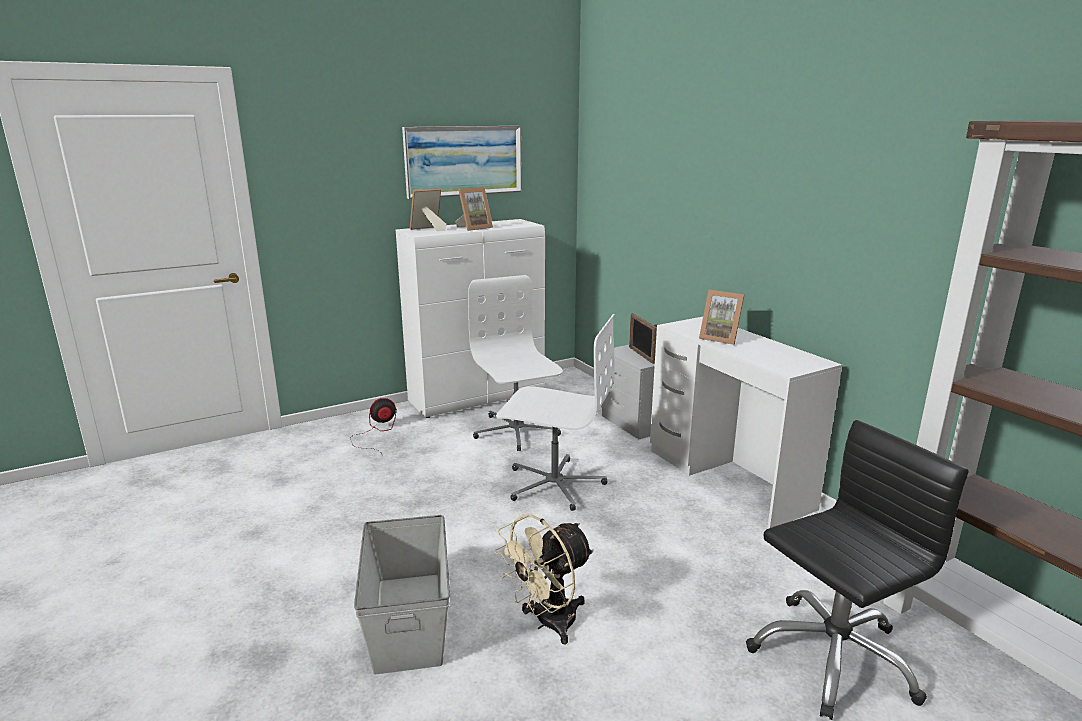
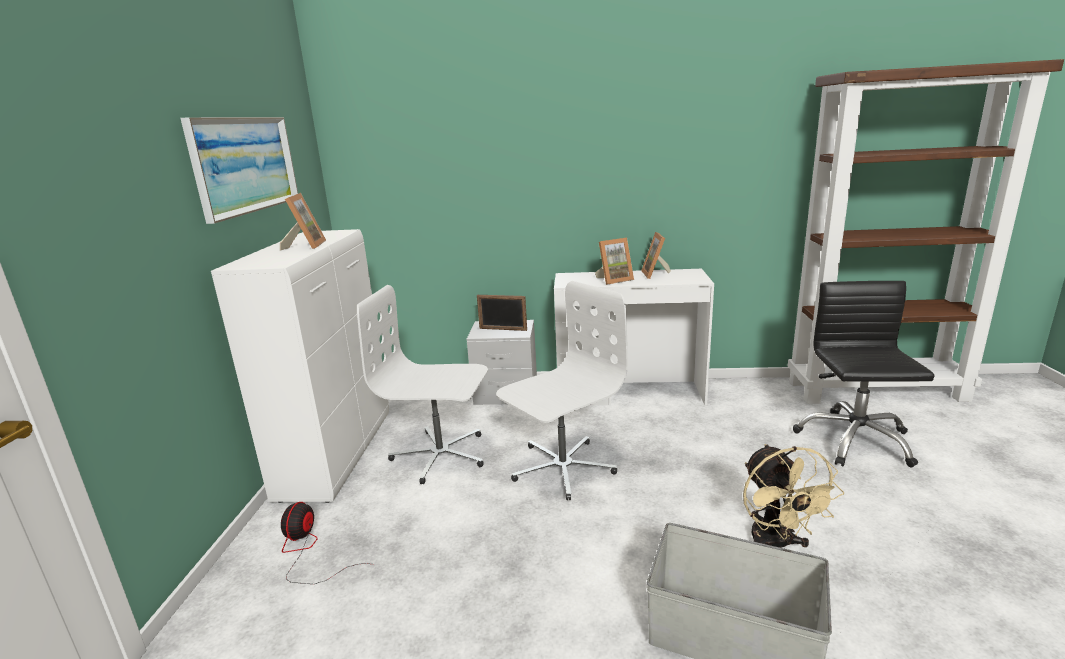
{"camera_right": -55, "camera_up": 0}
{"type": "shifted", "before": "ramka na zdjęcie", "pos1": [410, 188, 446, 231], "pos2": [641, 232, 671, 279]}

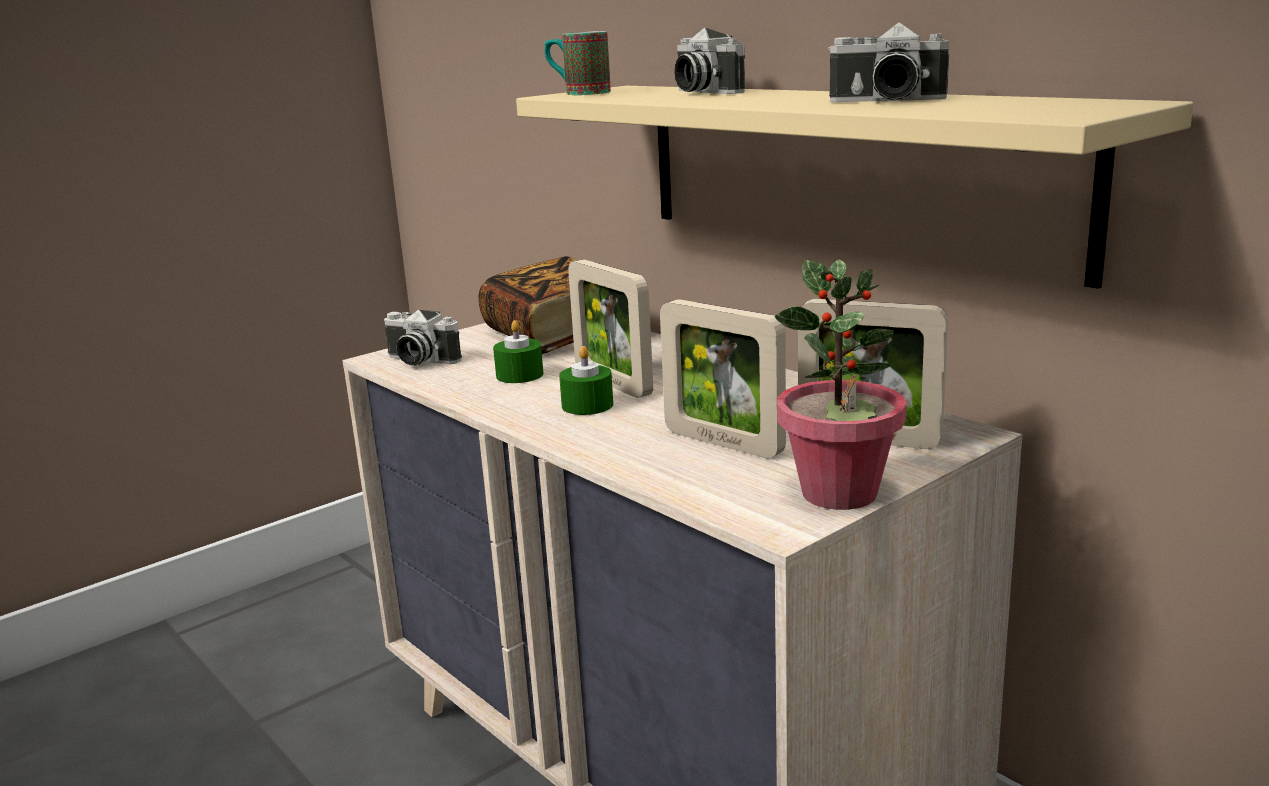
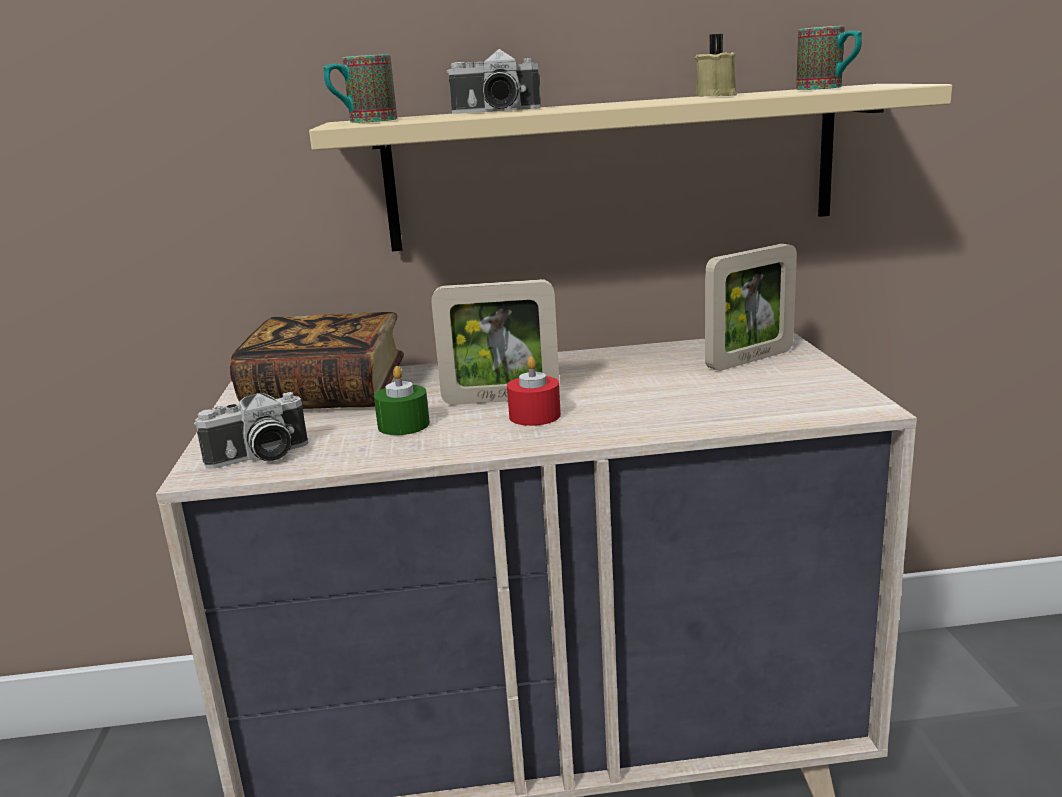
{"camera_right": -55, "camera_up": 0}
{"type": "repainted", "before": "świeca [zielony]", "after": "świeca [czerwony]", "pos1": [559, 346, 613, 415], "pos2": [507, 357, 561, 426]}
{"type": "gone", "before": "ramka na zdjęcie", "pos1": [660, 299, 786, 459]}
{"type": "gone", "before": "roślina doniczkowa", "pos1": [775, 259, 906, 510]}
{"type": "swapped", "before": "aparat fotograficzny", "after": "świeca [beżowy]", "pos1": [828, 22, 949, 102], "pos2": [695, 34, 737, 97]}
{"type": "new", "after": "kubek", "pos2": [796, 26, 862, 90]}

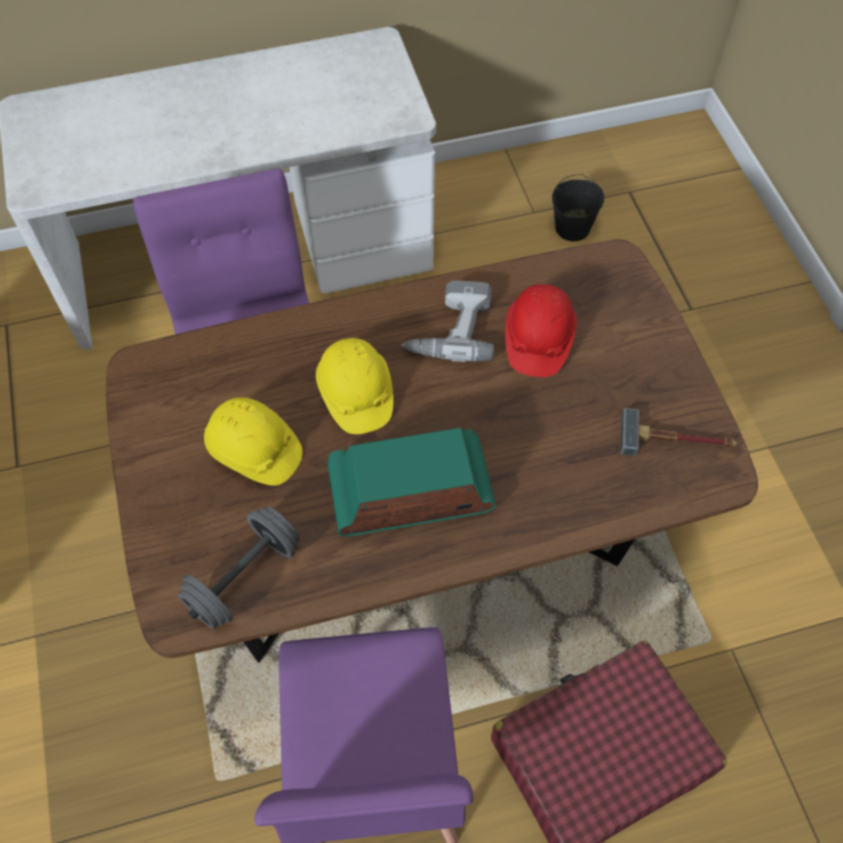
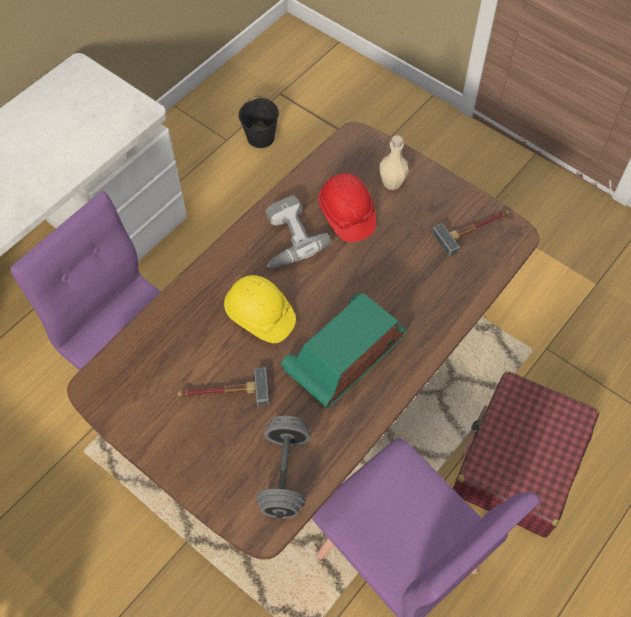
{"camera_right": -35, "camera_up": 0}
{"type": "swapped", "before": "kask [żółty]", "after": "młotek", "pos1": [204, 397, 303, 486], "pos2": [178, 367, 269, 406]}
{"type": "new", "after": "butelka [beżowy]", "pos2": [379, 135, 409, 190]}

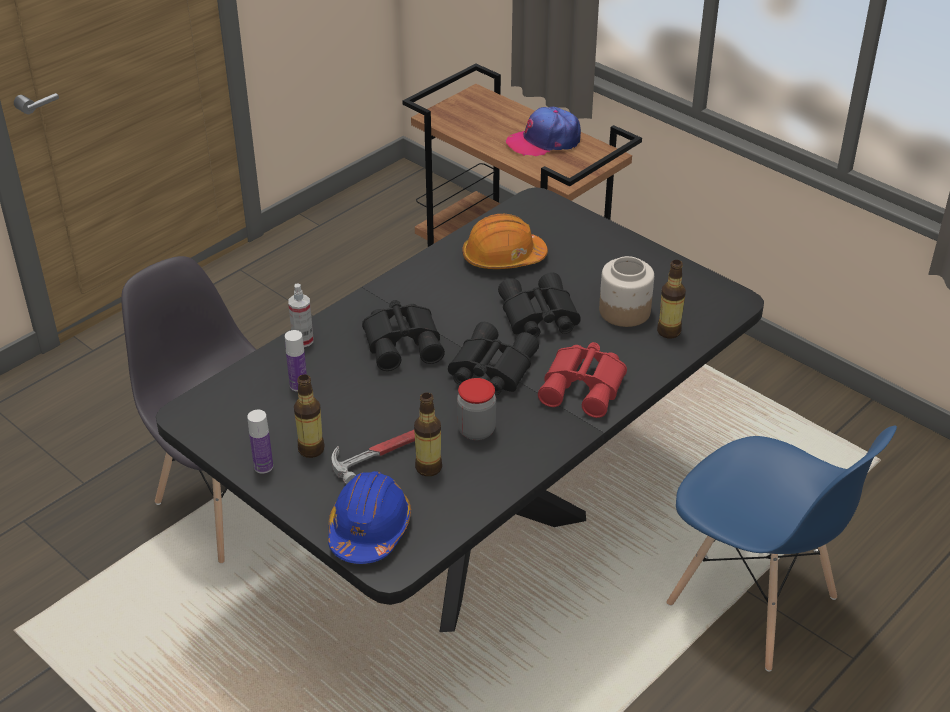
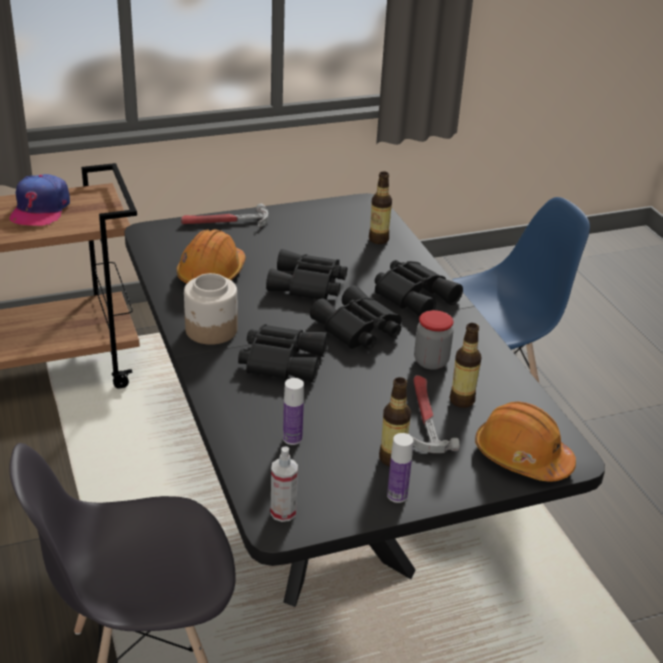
{"camera_right": -65, "camera_up": -5}
{"type": "shifted", "before": "spryskiwacz", "pos1": [288, 283, 314, 347], "pos2": [271, 447, 298, 522]}
{"type": "repainted", "before": "kask [niebieski]", "after": "kask [pomarańczowy]", "pos1": [328, 471, 411, 564], "pos2": [475, 401, 576, 481]}
{"type": "repainted", "before": "lornetka [czerwony]", "after": "lornetka [czarny]", "pos1": [538, 342, 627, 418], "pos2": [375, 260, 463, 317]}
{"type": "shifted", "before": "słoik", "pos1": [599, 256, 654, 327], "pos2": [184, 273, 238, 345]}
{"type": "new", "after": "młotek", "pos2": [181, 204, 268, 228]}

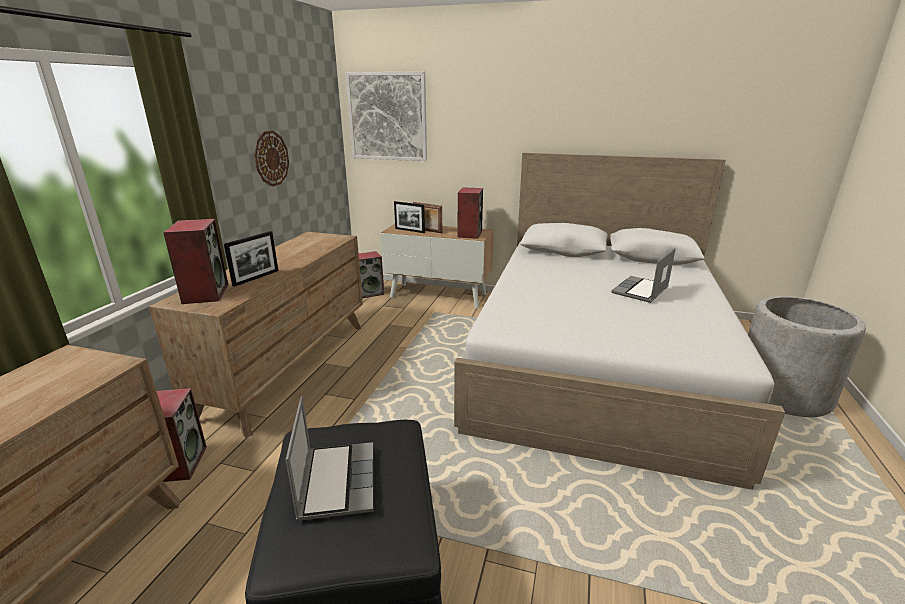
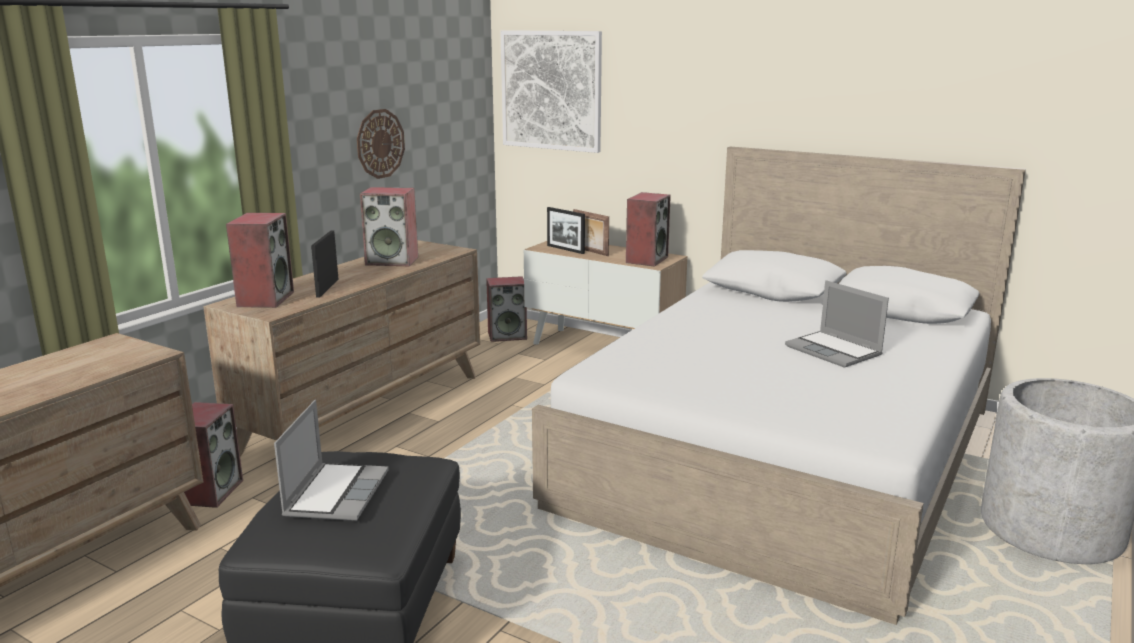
{"camera_right": 15, "camera_up": -5}
{"type": "rotated", "before": "ramka na zdjęcie", "pos1": [224, 231, 278, 287], "pos2": [311, 231, 338, 298], "turn": 135}
{"type": "rotated", "before": "laptop", "pos1": [611, 248, 676, 303], "pos2": [785, 280, 889, 368], "turn": -90}
{"type": "new", "after": "głośnik", "pos2": [360, 187, 418, 266]}

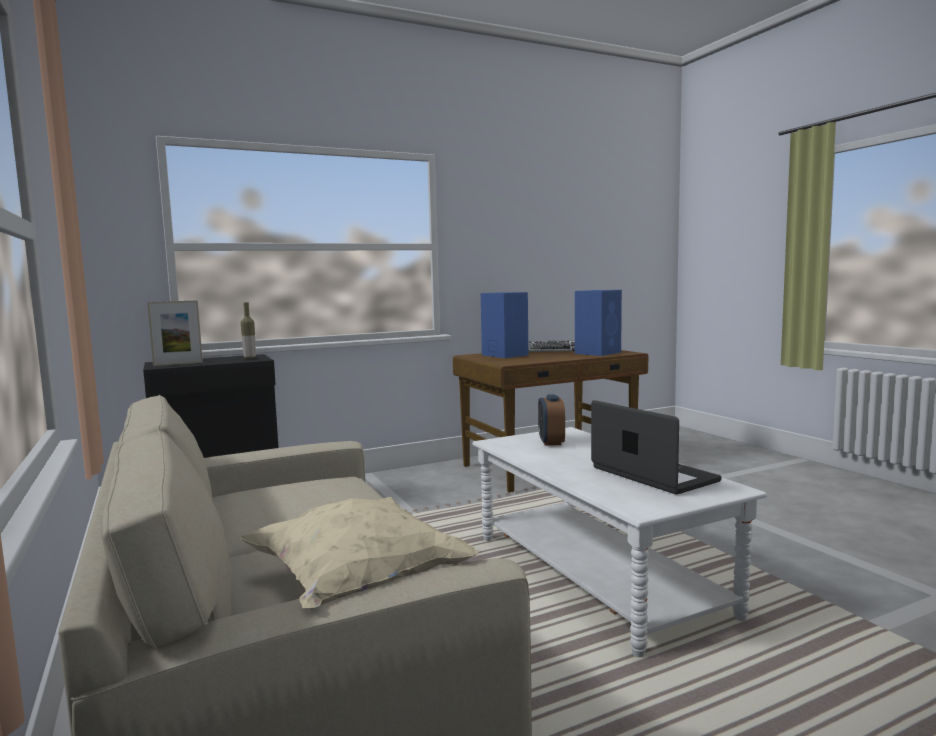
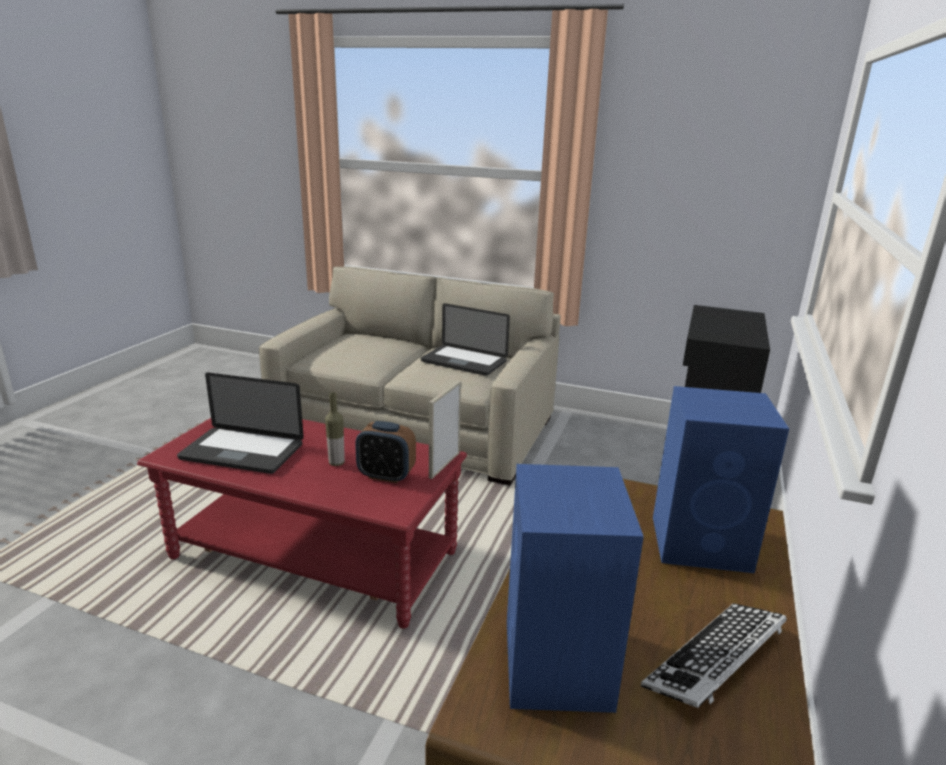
{"camera_right": 135, "camera_up": 15}
{"type": "shifted", "before": "ramka na zdjęcie", "pos1": [147, 300, 203, 366], "pos2": [429, 381, 461, 479]}
{"type": "gone", "before": "poduszka [beżowy]", "pos1": [240, 497, 479, 610]}
{"type": "shifted", "before": "butelka", "pos1": [241, 302, 256, 359], "pos2": [325, 392, 345, 466]}
{"type": "repainted", "before": "ława [biały]", "after": "ława [czerwony]", "pos1": [473, 427, 767, 657], "pos2": [137, 418, 467, 629]}
{"type": "rotated", "before": "budzik", "pos1": [538, 394, 565, 446], "pos2": [355, 421, 416, 483], "turn": 150}
{"type": "new", "after": "laptop", "pos2": [421, 303, 510, 376]}

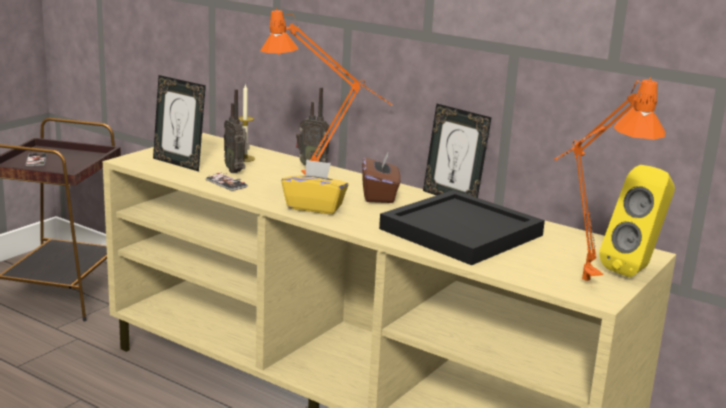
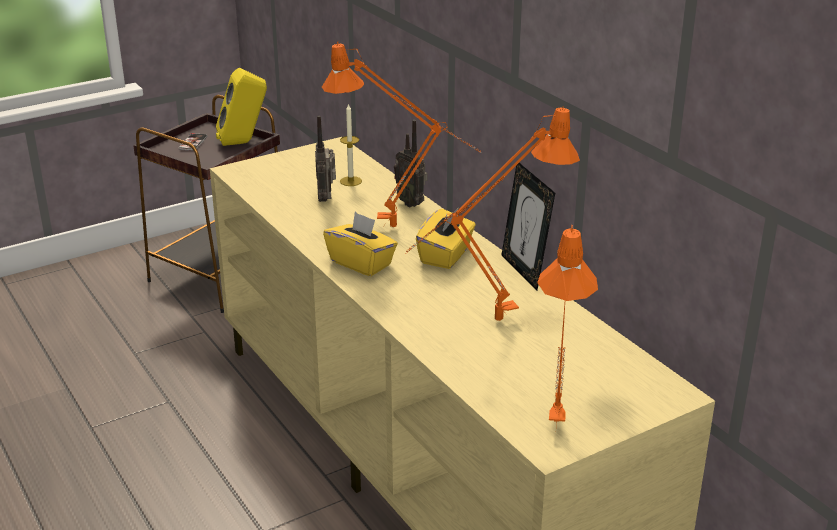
{"camera_right": 25, "camera_up": 10}
{"type": "gone", "before": "ramka na zdjęcie", "pos1": [153, 75, 206, 172]}
{"type": "gone", "before": "telefon", "pos1": [206, 172, 248, 191]}
{"type": "repainted", "before": "pudełko chusteczek [brązowy]", "after": "pudełko chusteczek [żółty]", "pos1": [362, 150, 401, 203], "pos2": [416, 207, 476, 269]}
{"type": "swapped", "before": "taca [czarny]", "after": "lampa stołowa [pomarańczowy]", "pos1": [379, 190, 545, 265], "pos2": [405, 108, 580, 321]}
{"type": "shifted", "before": "głośnik [żółty]", "pos1": [599, 165, 675, 277], "pos2": [216, 67, 267, 146]}

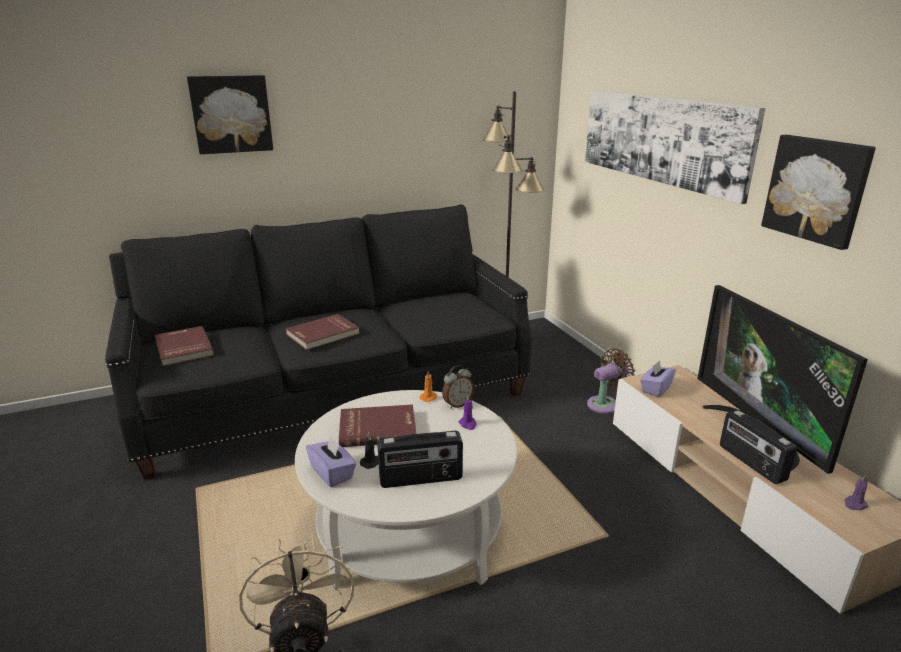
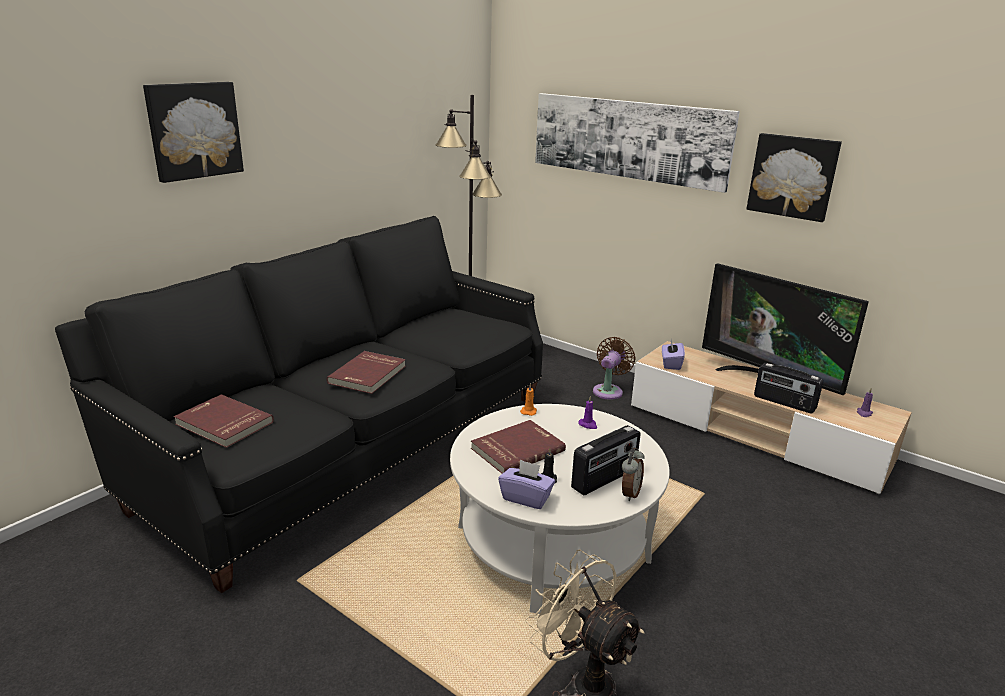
{"camera_right": -30, "camera_up": 0}
{"type": "shifted", "before": "budzik", "pos1": [442, 365, 474, 409], "pos2": [622, 447, 645, 501]}

